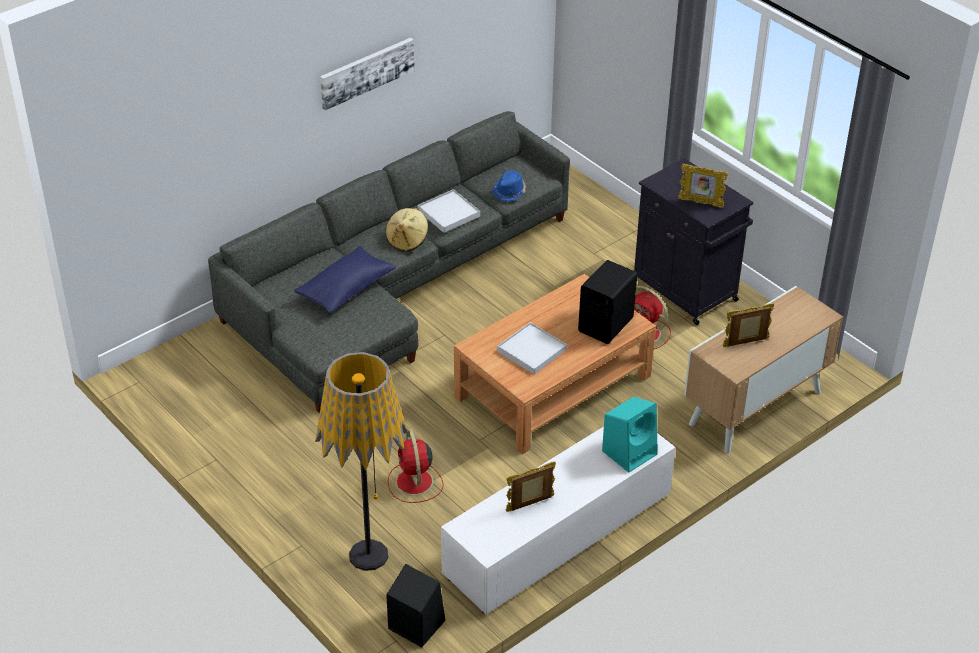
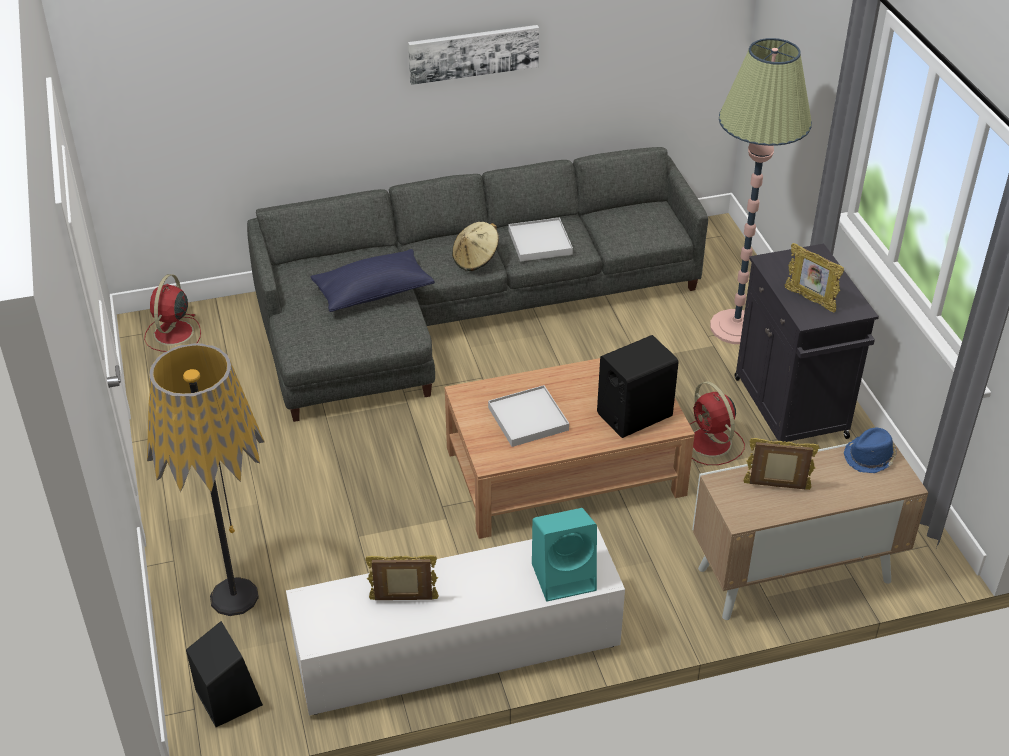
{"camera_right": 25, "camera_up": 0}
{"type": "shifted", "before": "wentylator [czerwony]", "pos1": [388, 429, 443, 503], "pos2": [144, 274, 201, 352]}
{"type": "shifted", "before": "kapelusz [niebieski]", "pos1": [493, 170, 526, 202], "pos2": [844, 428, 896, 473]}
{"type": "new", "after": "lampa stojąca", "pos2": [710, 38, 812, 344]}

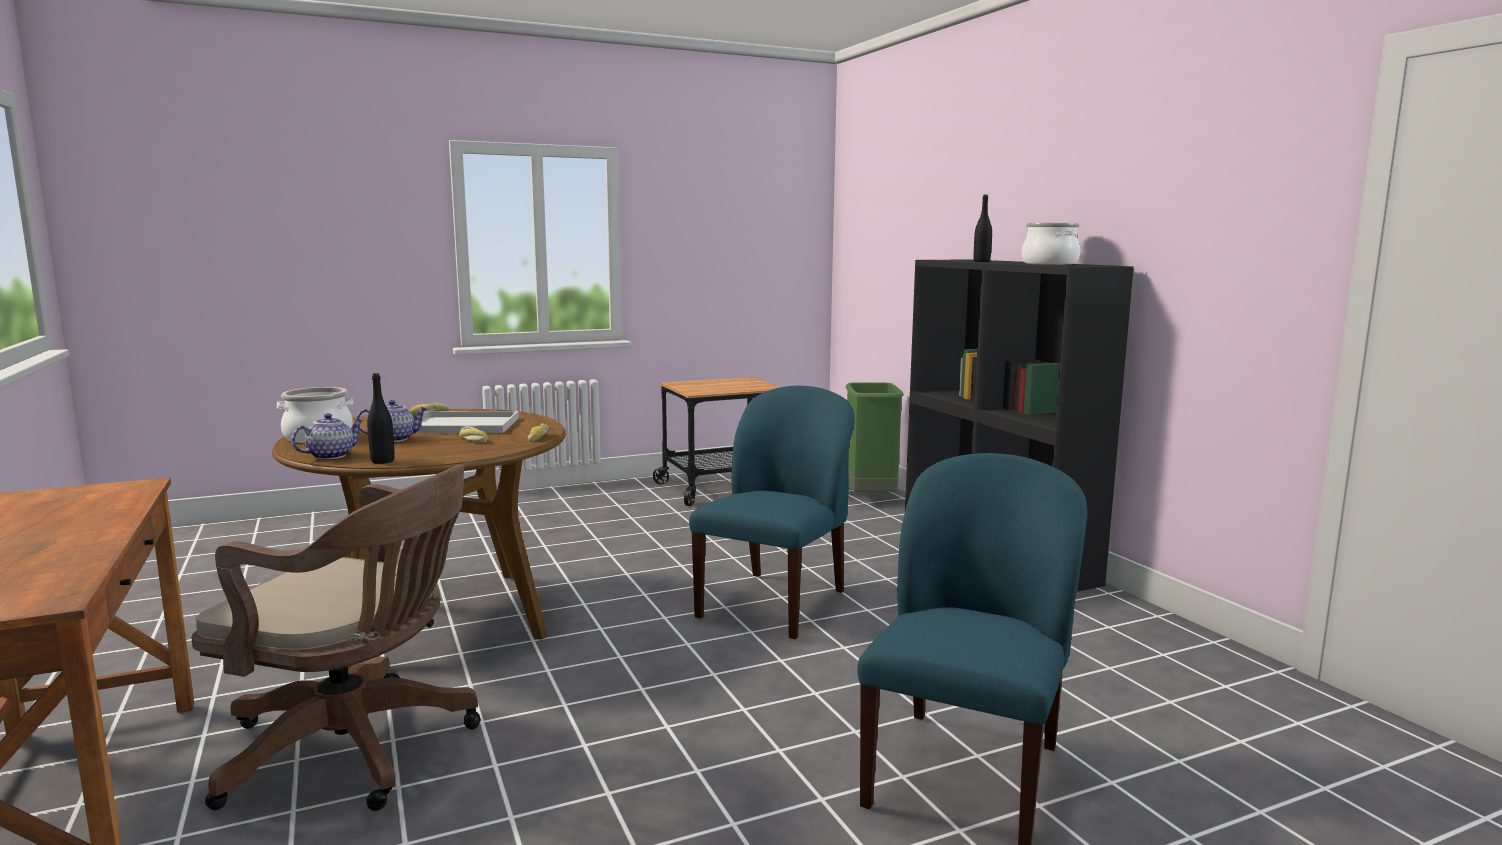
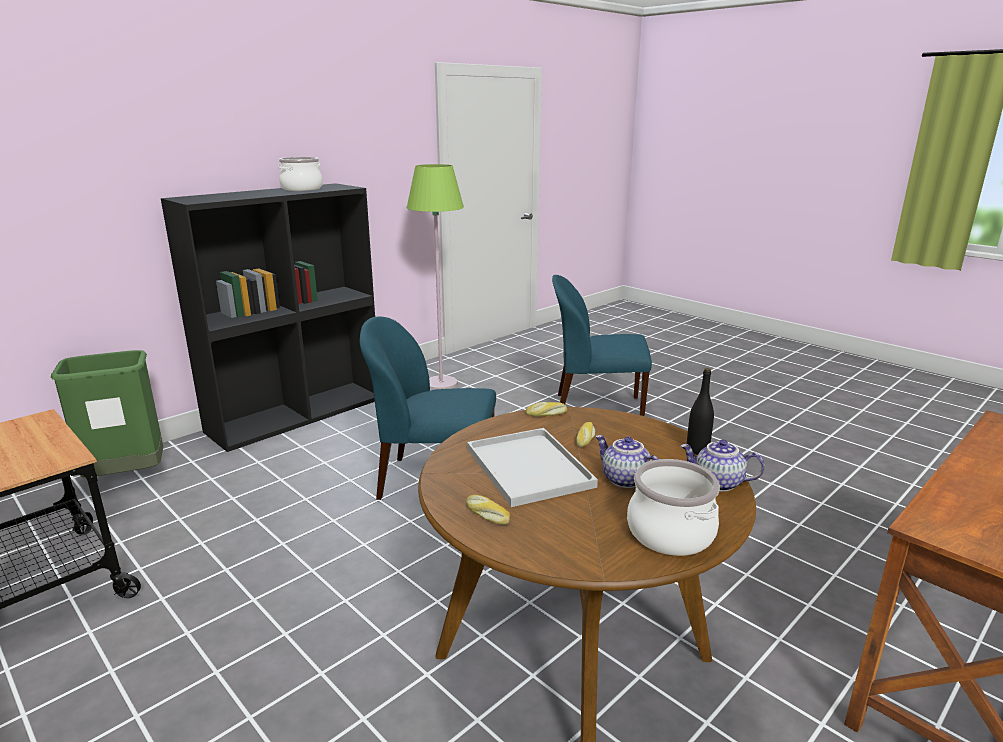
{"camera_right": -110, "camera_up": 10}
{"type": "gone", "before": "krzesło biurowe [brązowy]", "pos1": [191, 465, 481, 811]}
{"type": "gone", "before": "butelka [czarny]", "pos1": [974, 195, 992, 262]}
{"type": "new", "after": "lampa stojąca [zielony]", "pos2": [407, 164, 464, 390]}

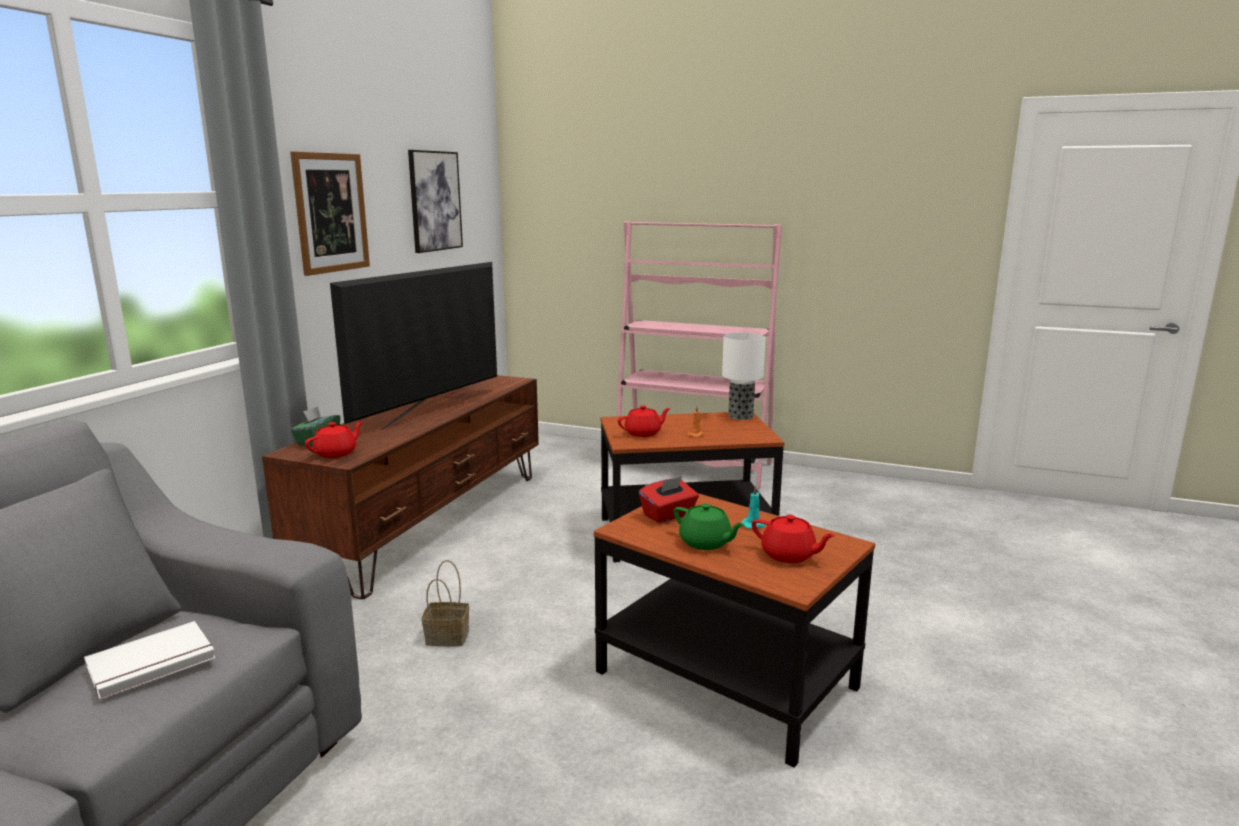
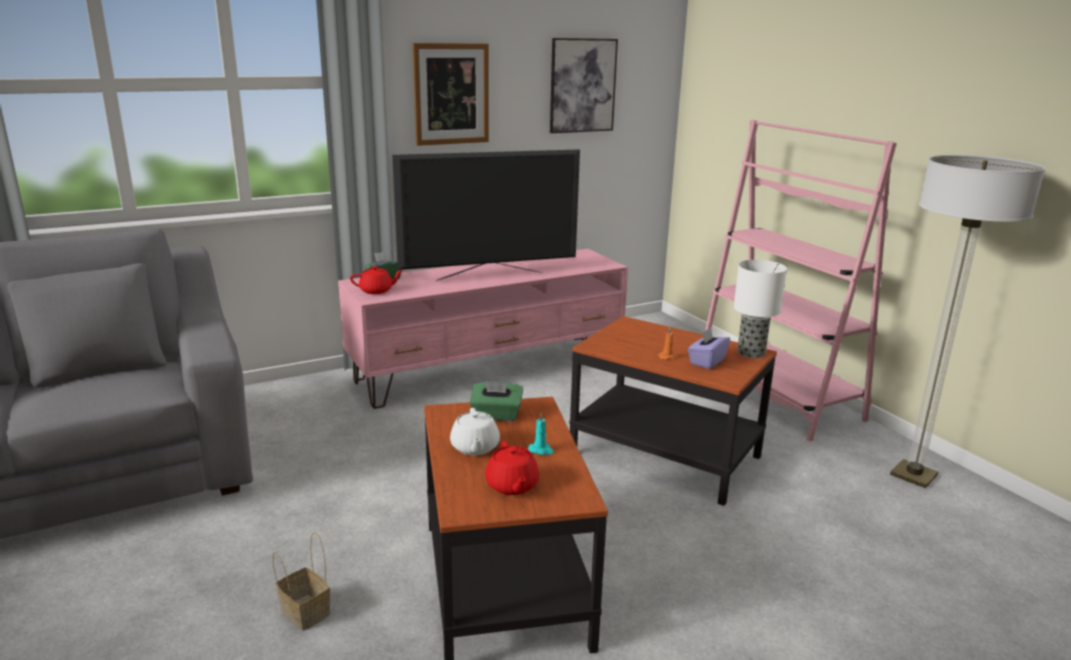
{"camera_right": 40, "camera_up": 5}
{"type": "gone", "before": "książka [biały]", "pos1": [84, 621, 216, 699]}
{"type": "repainted", "before": "szafka pod telewizor [brązowy]", "after": "szafka pod telewizor [różowy]", "pos1": [262, 375, 539, 599], "pos2": [338, 249, 628, 409]}
{"type": "shifted", "before": "koszyk", "pos1": [422, 560, 469, 646], "pos2": [272, 532, 330, 631]}
{"type": "gone", "before": "imbryk [czerwony]", "pos1": [618, 405, 671, 437]}
{"type": "repainted", "before": "pudełko chusteczek [czerwony]", "after": "pudełko chusteczek [zielony]", "pos1": [639, 476, 699, 523], "pos2": [470, 381, 523, 421]}
{"type": "repainted", "before": "imbryk [zielony]", "after": "imbryk [biały]", "pos1": [674, 503, 744, 550], "pos2": [450, 408, 500, 455]}
{"type": "new", "after": "pudełko chusteczek [fioletowy]", "pos2": [688, 328, 730, 369]}
{"type": "new", "after": "lampa stojąca", "pos2": [890, 155, 1045, 488]}

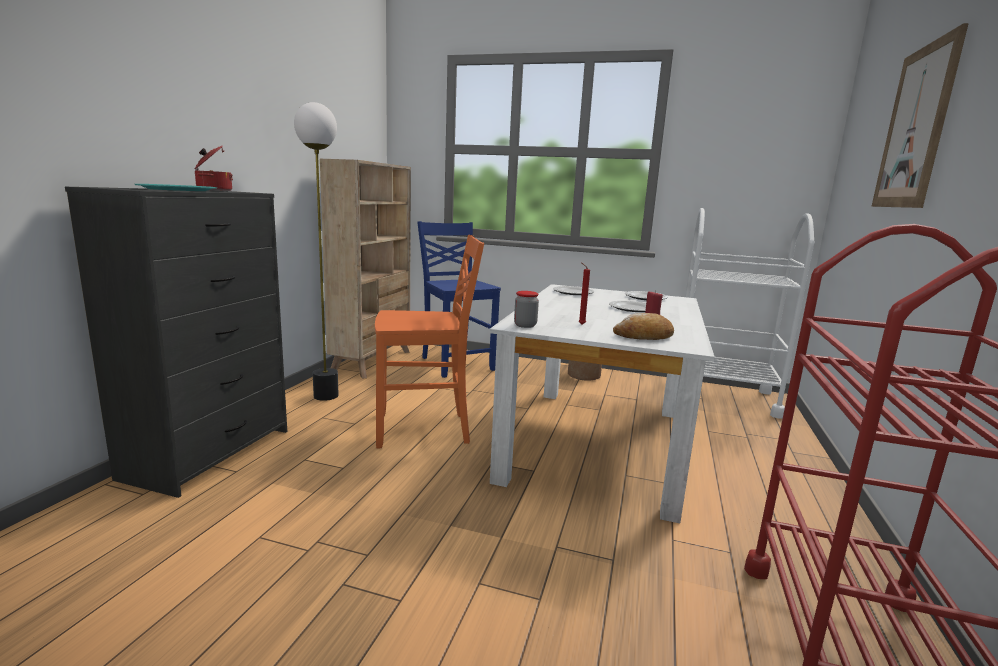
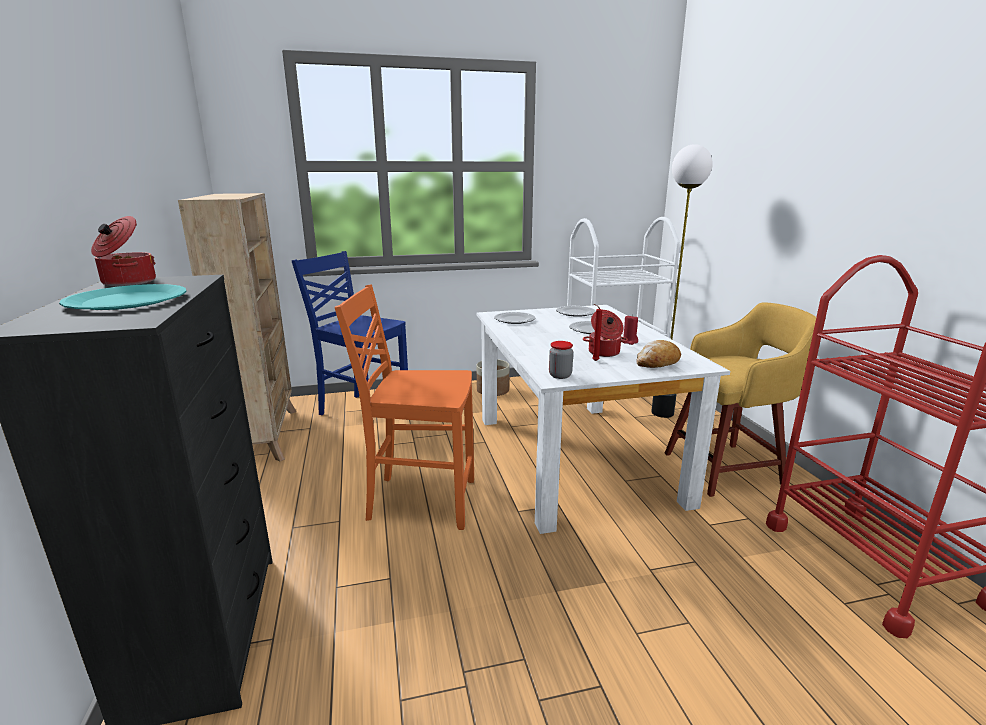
{"camera_right": -30, "camera_up": 5}
{"type": "shifted", "before": "lampa stojąca", "pos1": [294, 102, 339, 401], "pos2": [651, 144, 713, 418]}
{"type": "rotated", "before": "krzesło [pomarańczowy]", "pos1": [375, 235, 484, 449], "pos2": [335, 284, 474, 530], "turn": -135}
{"type": "gone", "before": "obraz", "pos1": [871, 23, 969, 208]}
{"type": "new", "after": "garnek", "pos2": [583, 310, 628, 357]}
{"type": "new", "after": "stołek [żółty]", "pos2": [664, 302, 816, 497]}

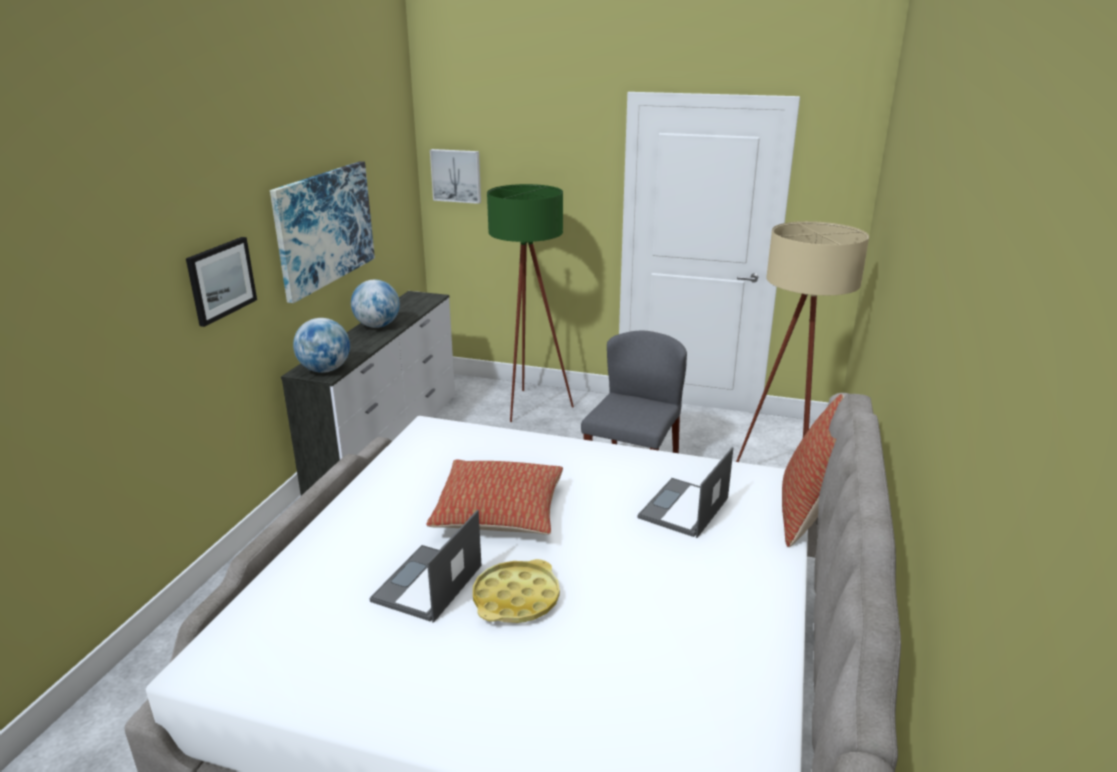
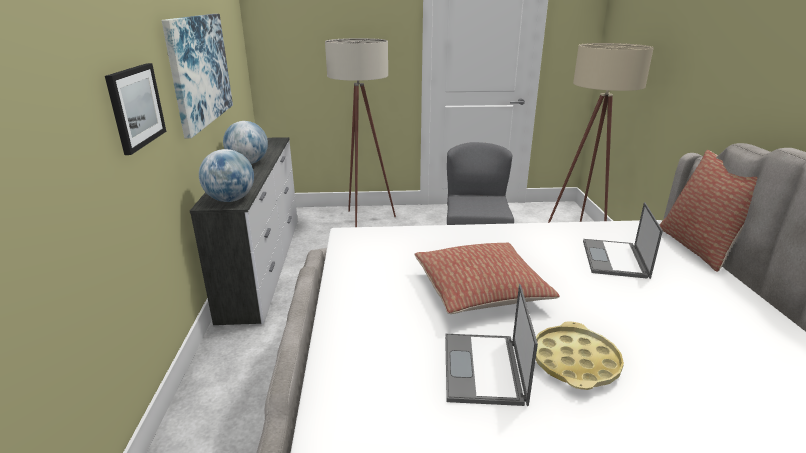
{"camera_right": -20, "camera_up": 0}
{"type": "gone", "before": "obraz", "pos1": [430, 149, 481, 204]}
{"type": "repainted", "before": "lampa stojąca [zielony]", "after": "lampa stojąca [beżowy]", "pos1": [487, 184, 574, 422], "pos2": [325, 38, 396, 227]}

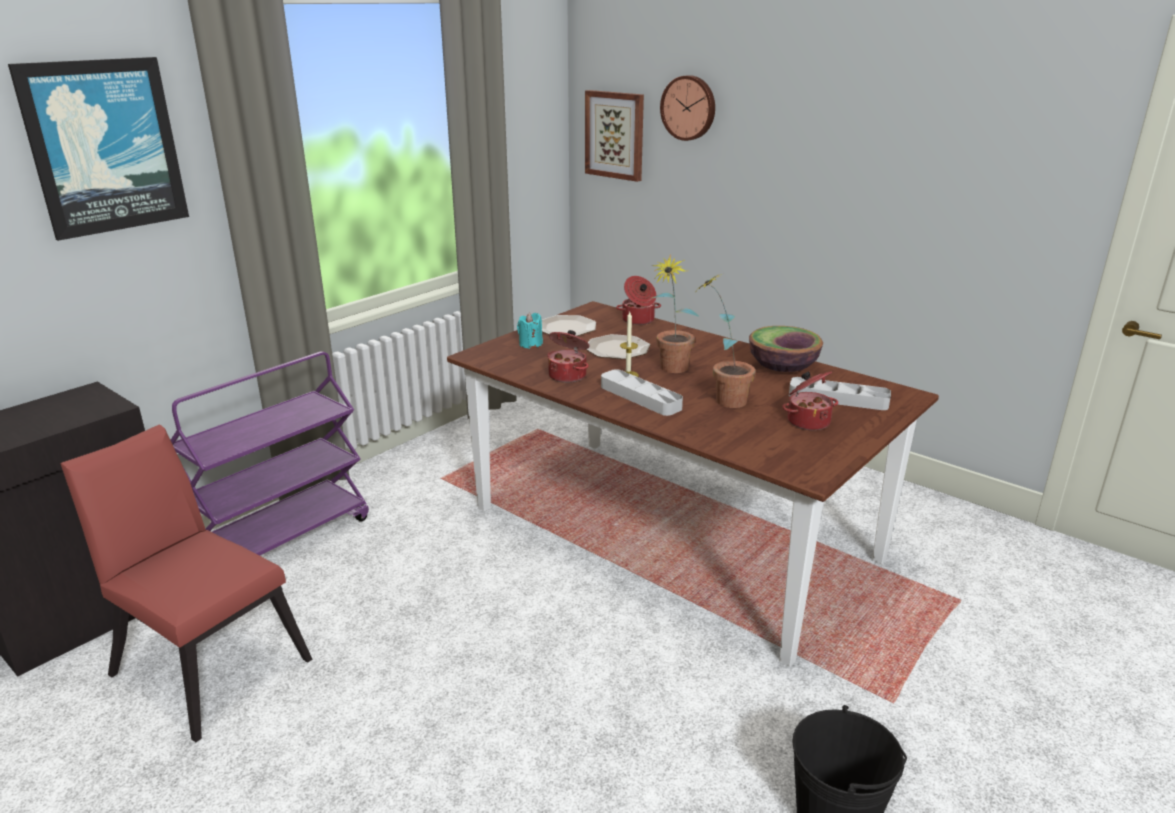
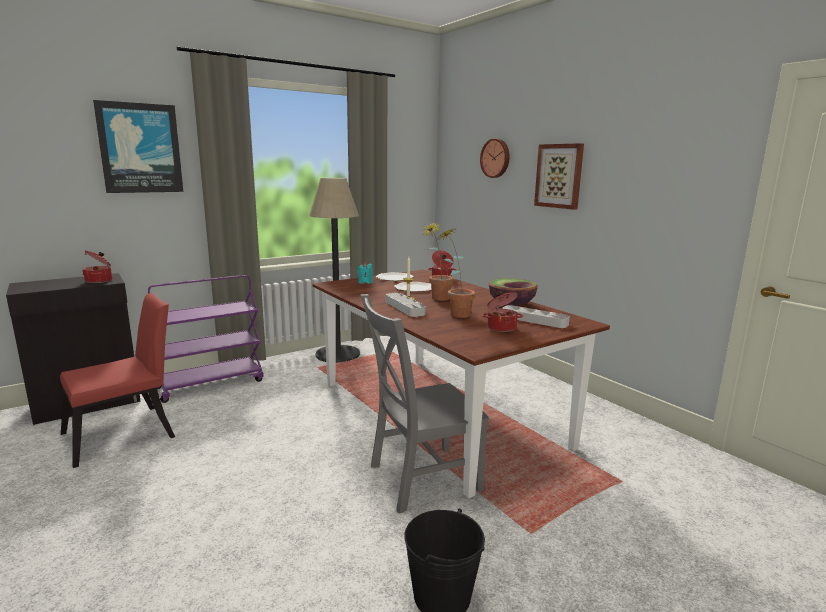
{"camera_right": 15, "camera_up": -10}
{"type": "rotated", "before": "krzesło [czerwony]", "pos1": [60, 425, 312, 742], "pos2": [60, 293, 175, 468], "turn": 90}
{"type": "shifted", "before": "garnek", "pos1": [547, 330, 589, 383], "pos2": [82, 250, 112, 283]}
{"type": "shifted", "before": "obraz", "pos1": [585, 90, 644, 182], "pos2": [534, 143, 584, 210]}
{"type": "new", "after": "lampa stojąca", "pos2": [309, 178, 360, 363]}
{"type": "new", "after": "krzesło [szary]", "pos2": [361, 294, 489, 514]}

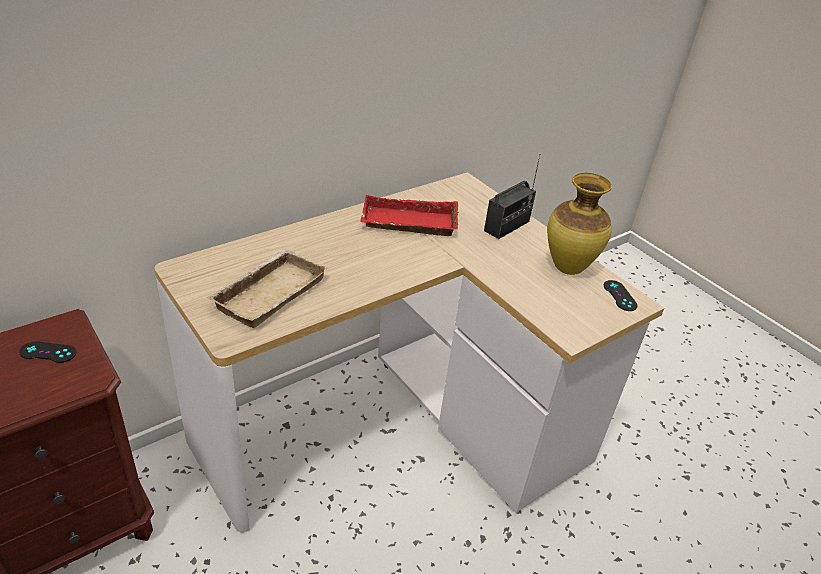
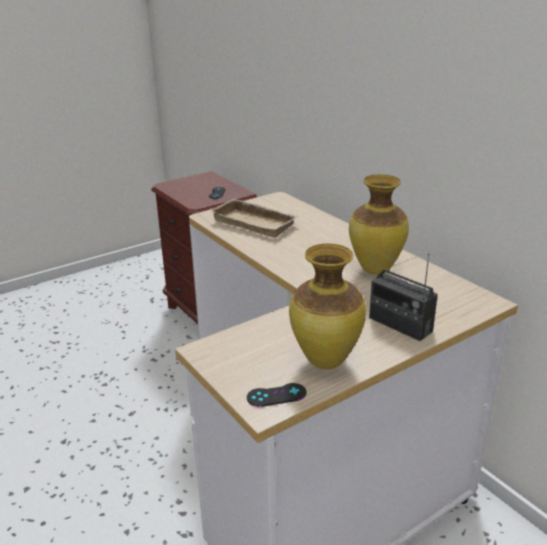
{"camera_right": 95, "camera_up": -10}
{"type": "swapped", "before": "taca [czerwony]", "after": "wazon", "pos1": [360, 195, 459, 236], "pos2": [349, 174, 409, 274]}

